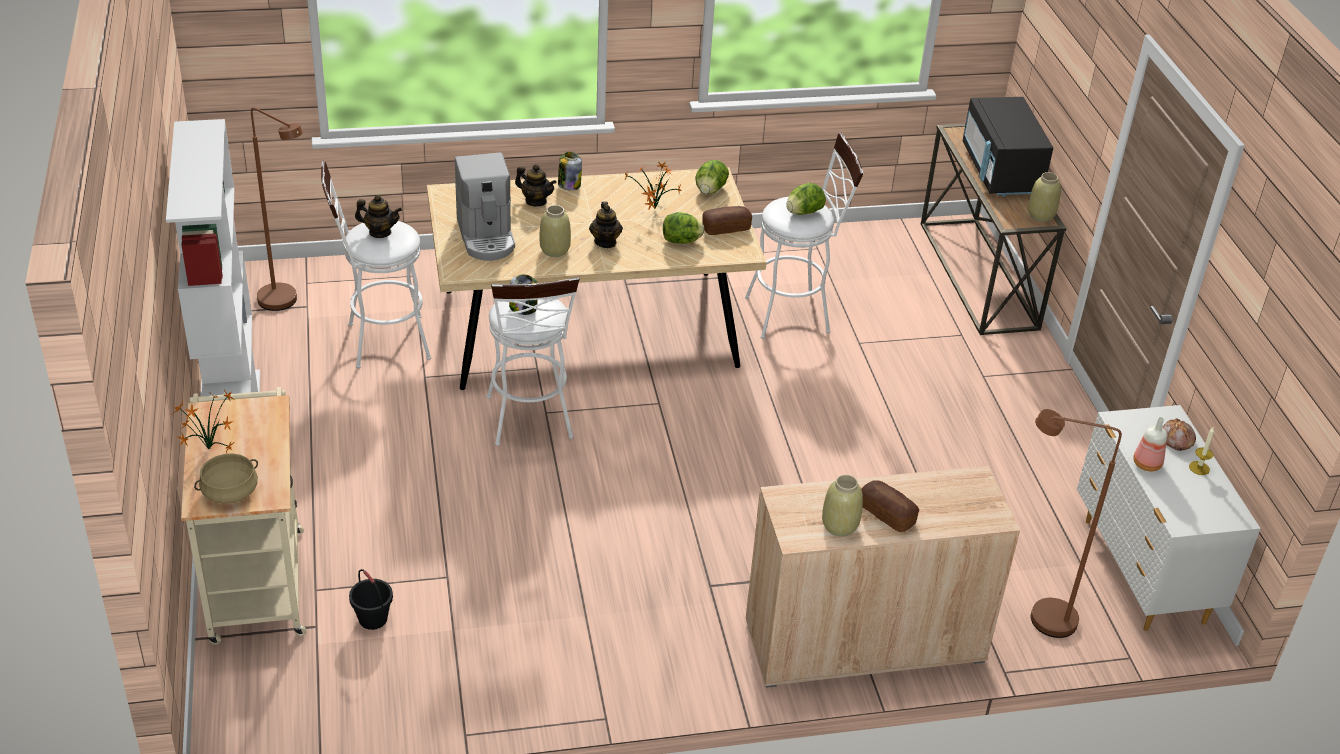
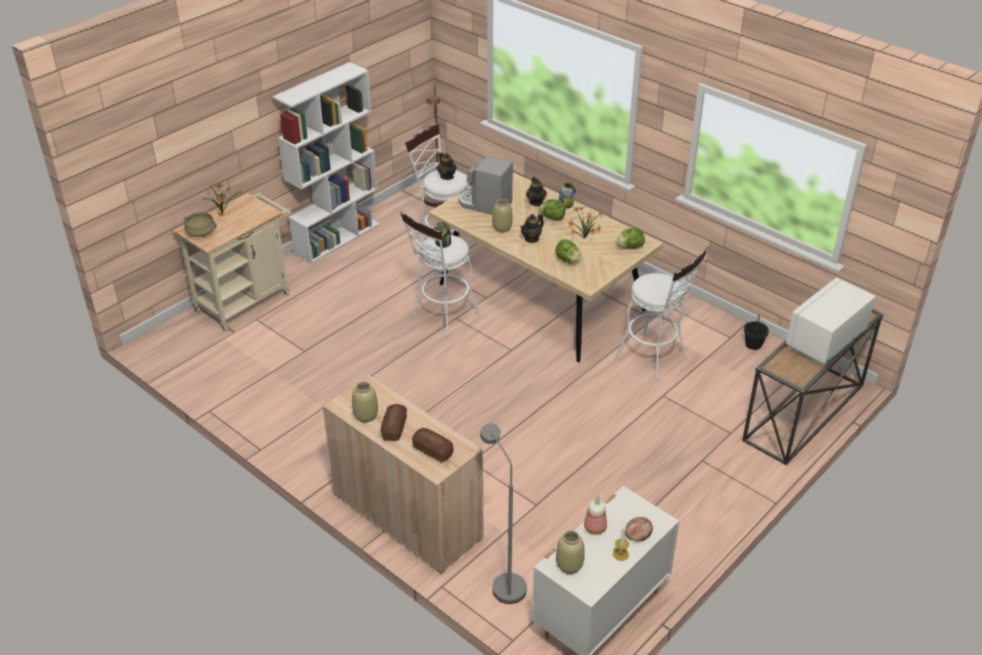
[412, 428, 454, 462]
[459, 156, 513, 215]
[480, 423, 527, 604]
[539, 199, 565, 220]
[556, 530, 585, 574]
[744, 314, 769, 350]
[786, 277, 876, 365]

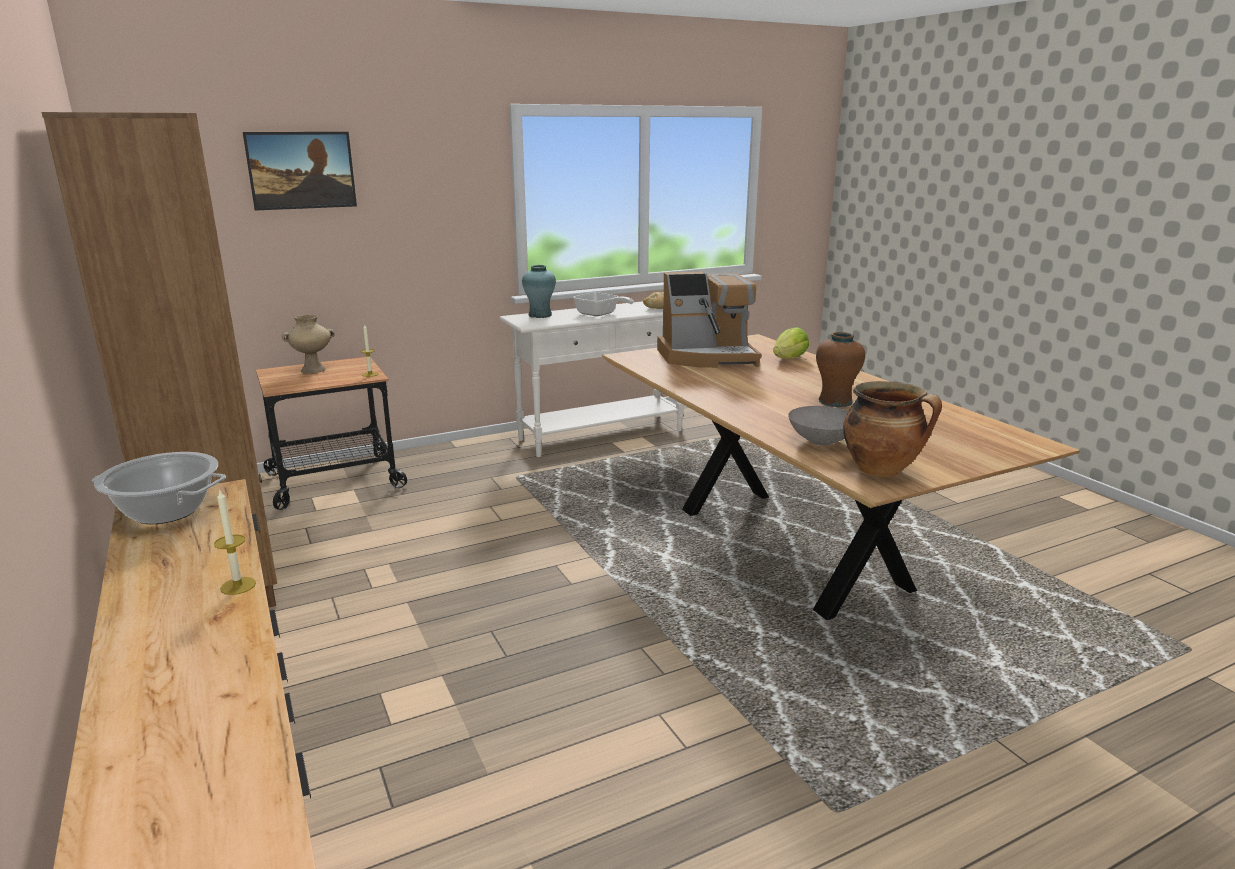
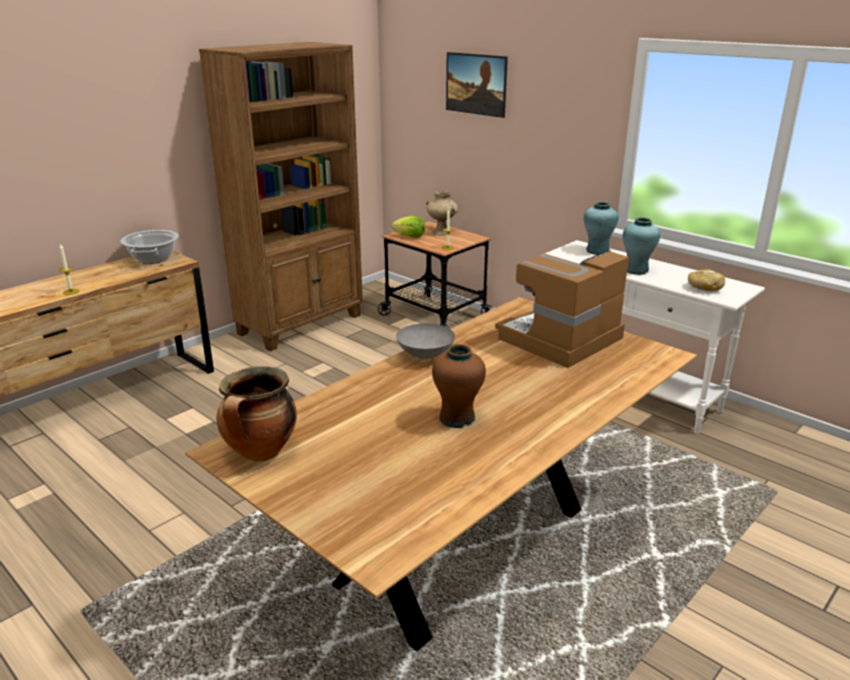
[391, 216, 425, 238]
[396, 323, 455, 360]
[495, 250, 629, 368]
[623, 217, 660, 275]

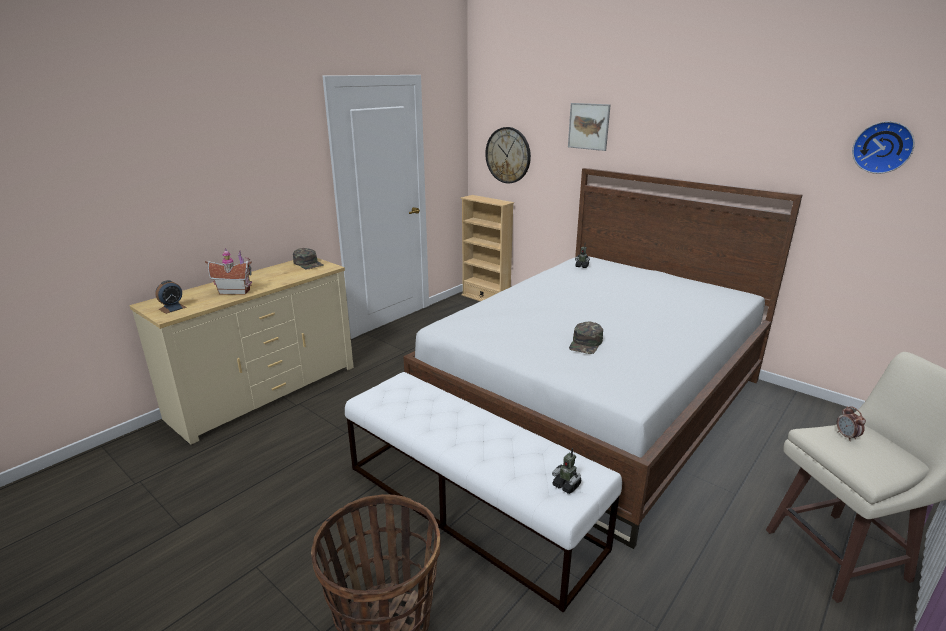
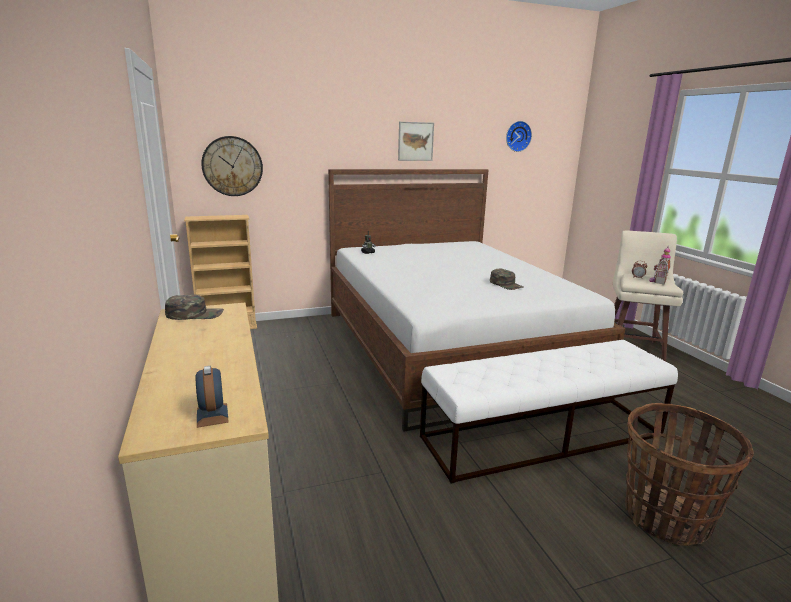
[398, 122, 434, 161]
[649, 246, 671, 285]
[552, 448, 581, 494] (first image)

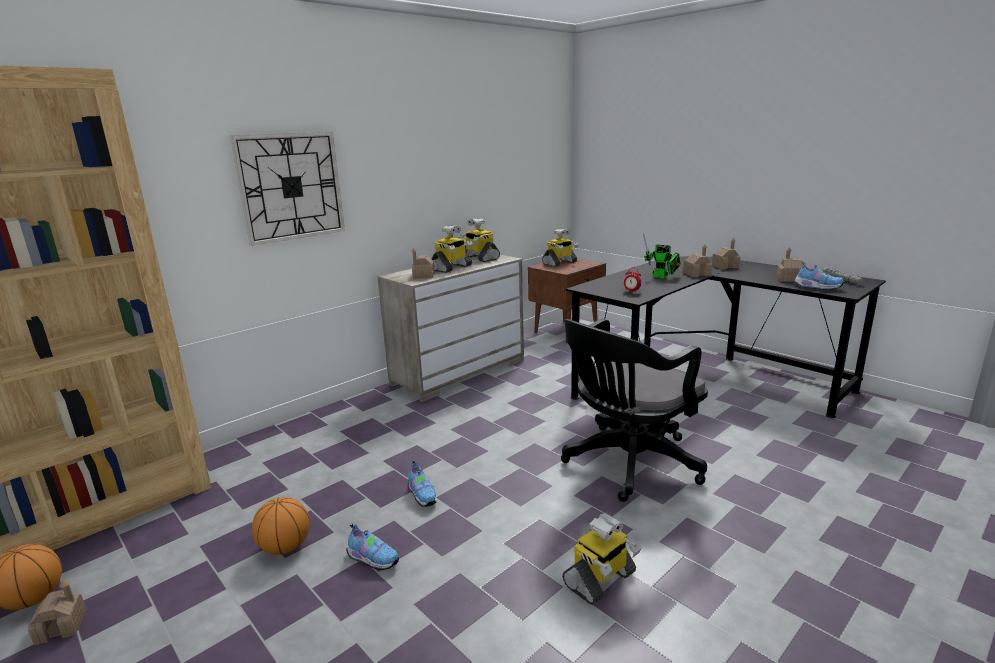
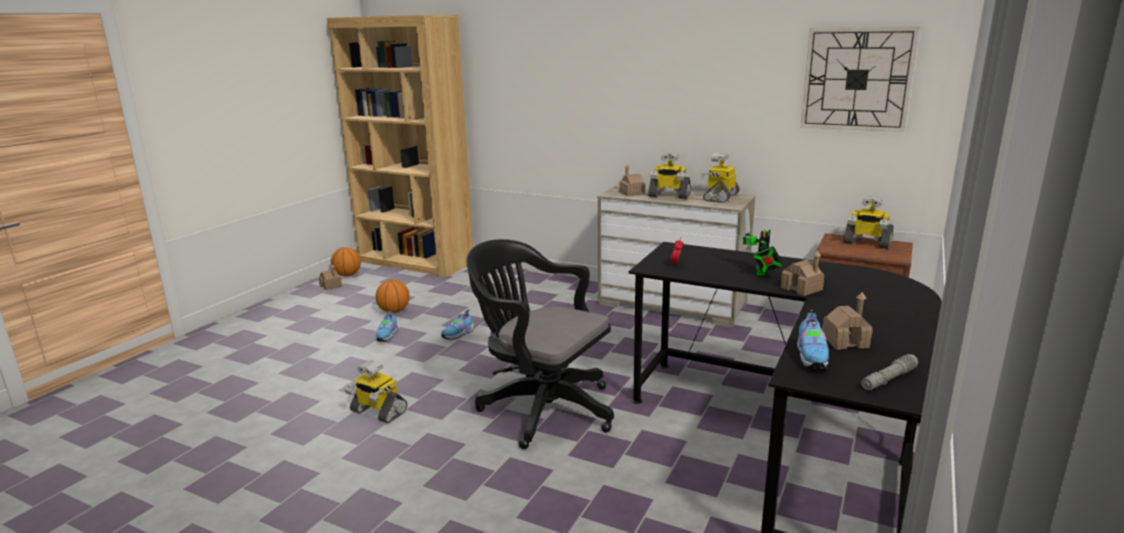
[801, 27, 919, 132]
[712, 238, 741, 269] (first image)

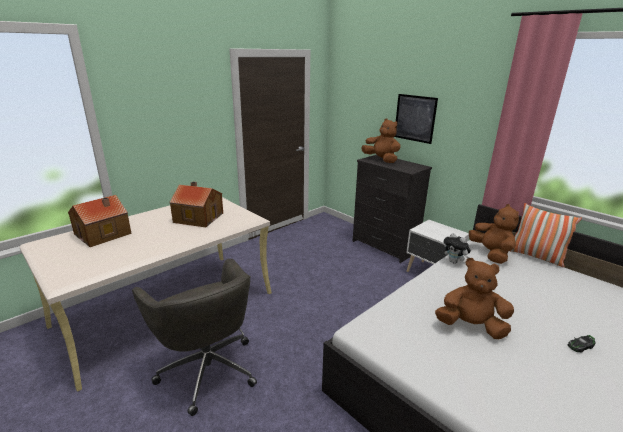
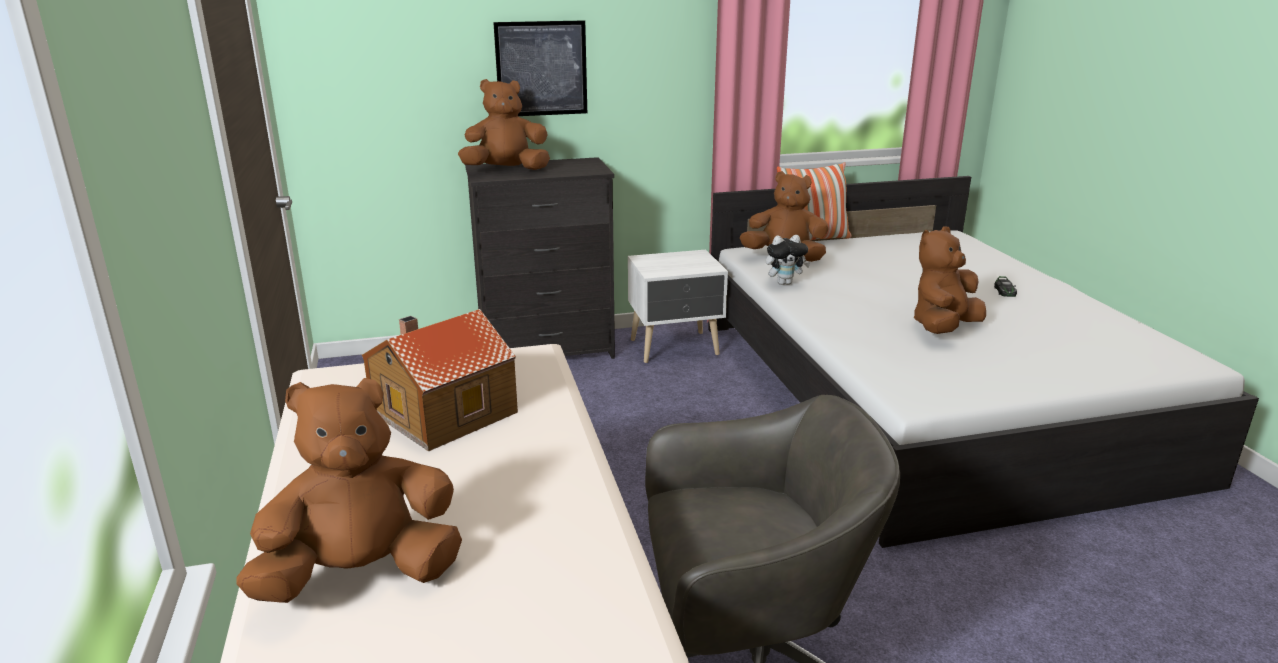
[236, 378, 462, 603]

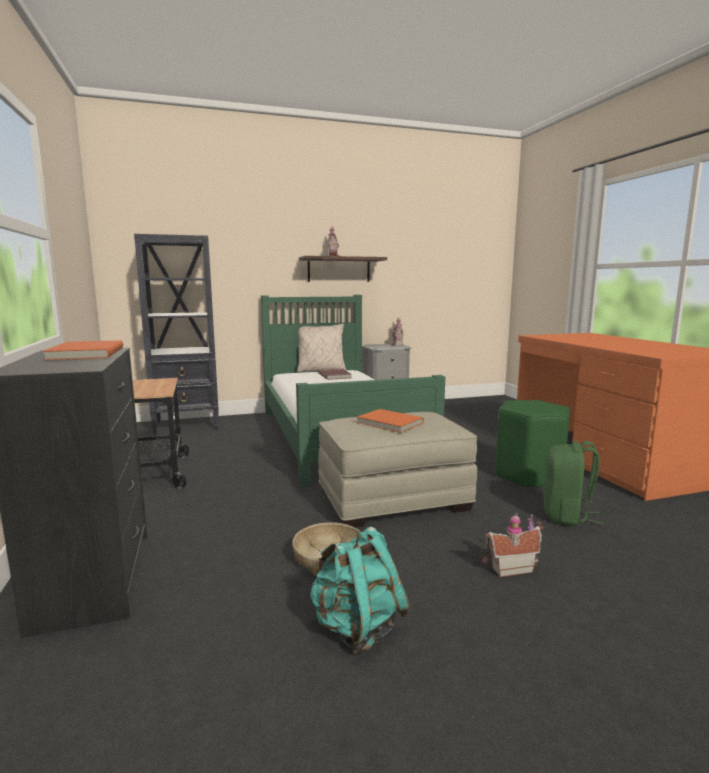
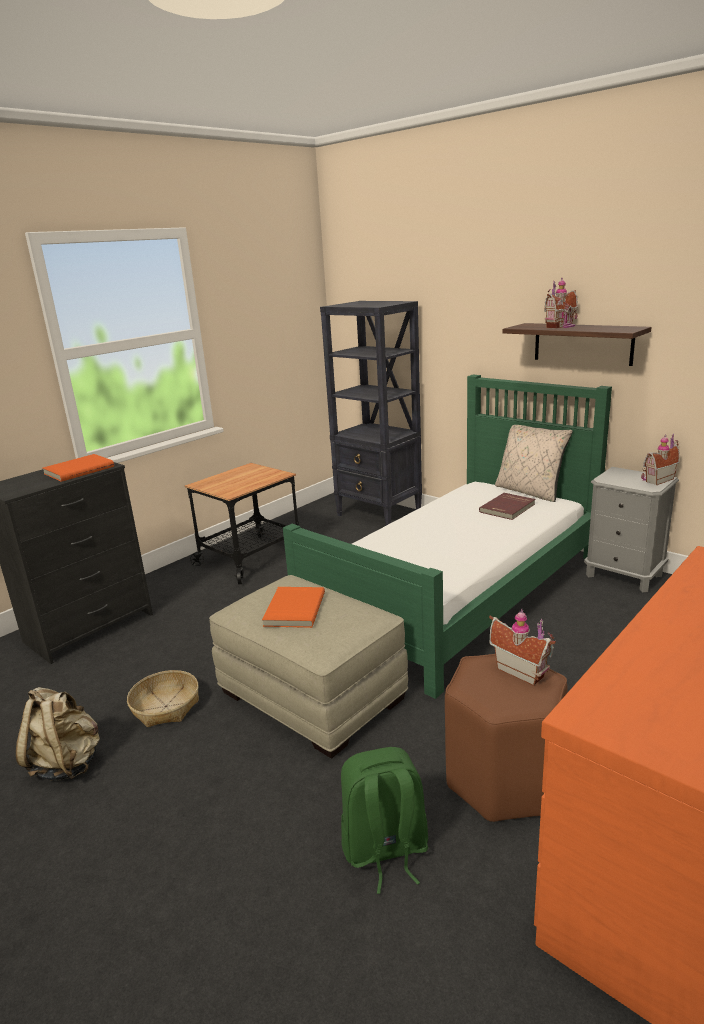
[16, 687, 100, 781]
[445, 654, 567, 822]
[489, 608, 556, 686]

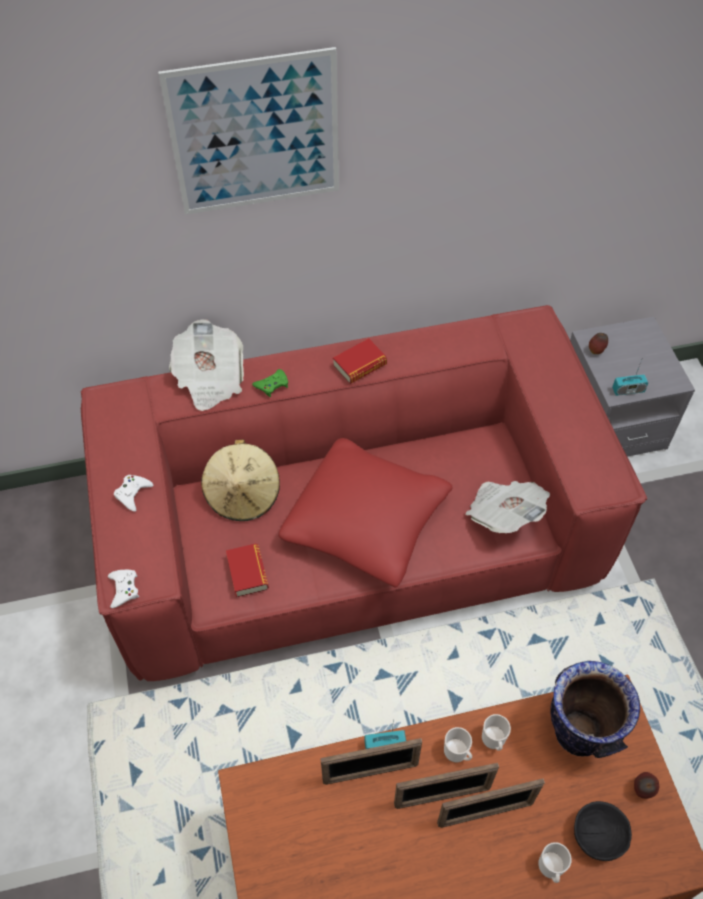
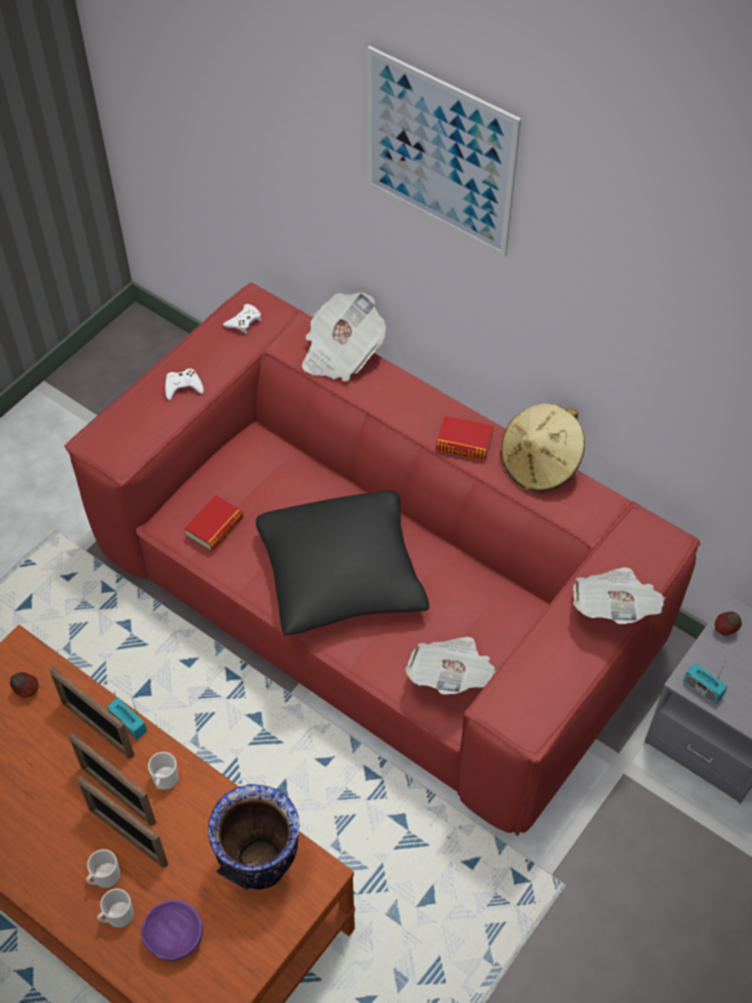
[10, 672, 38, 698]
[86, 849, 120, 888]
[141, 900, 203, 961]
[223, 304, 261, 333]
[256, 490, 429, 635]
[501, 404, 585, 492]
[573, 567, 665, 624]
[252, 369, 288, 397] (first image)

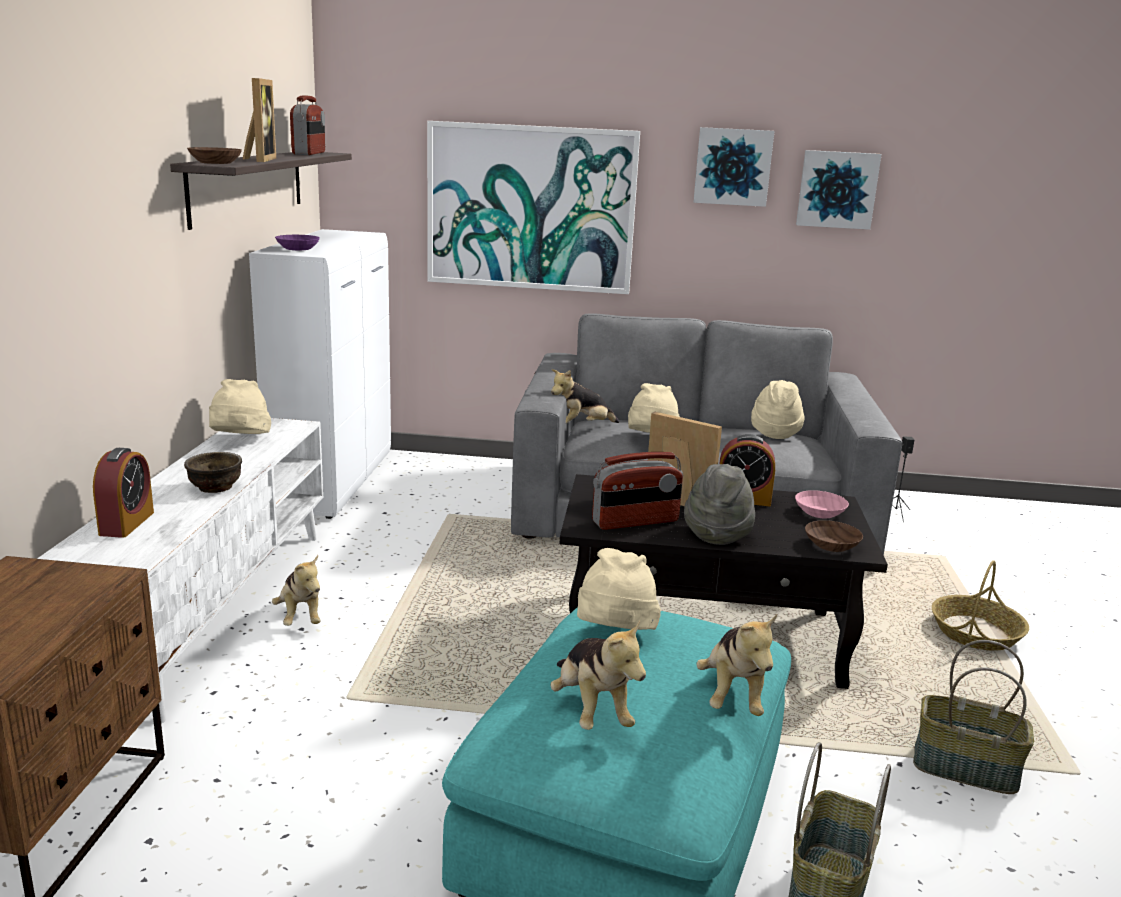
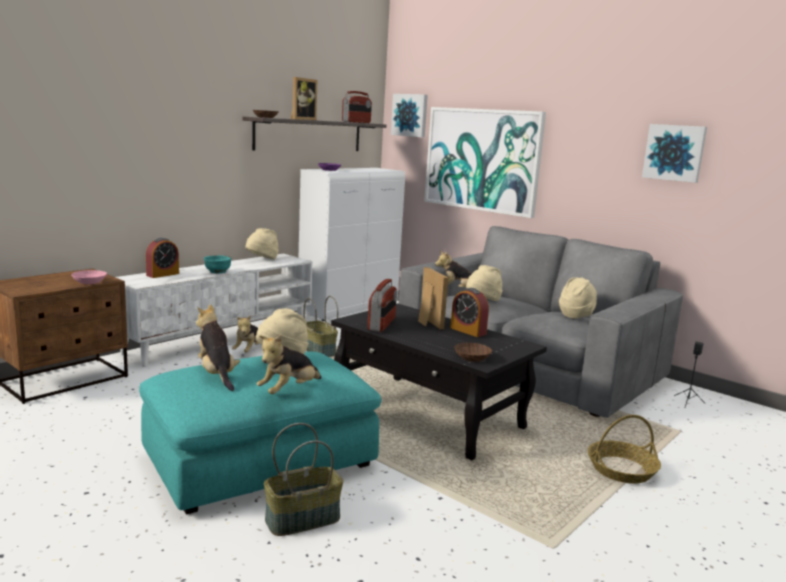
[71, 270, 107, 284]
[196, 304, 240, 391]
[204, 255, 232, 273]
[304, 296, 338, 357]
[368, 279, 397, 332]
[391, 94, 428, 137]
[684, 464, 755, 545] (first image)

